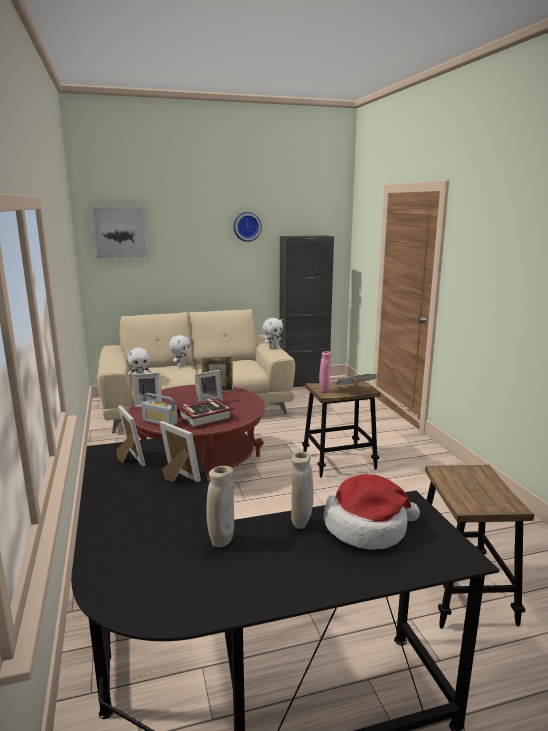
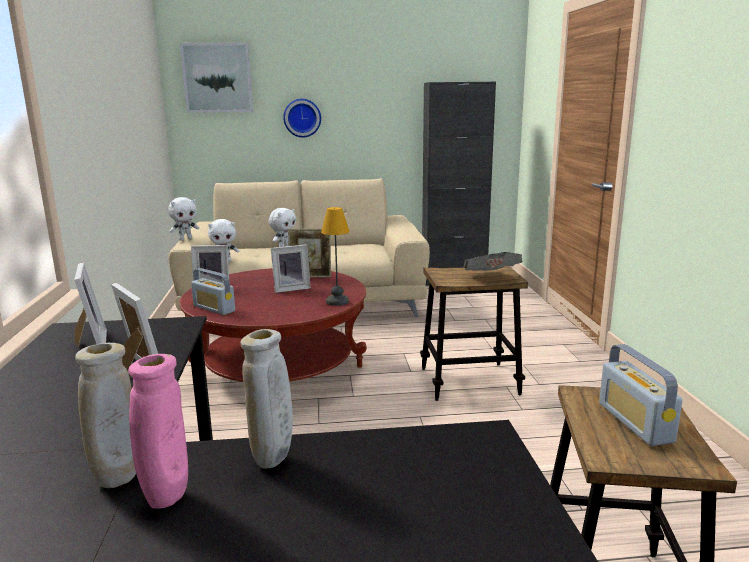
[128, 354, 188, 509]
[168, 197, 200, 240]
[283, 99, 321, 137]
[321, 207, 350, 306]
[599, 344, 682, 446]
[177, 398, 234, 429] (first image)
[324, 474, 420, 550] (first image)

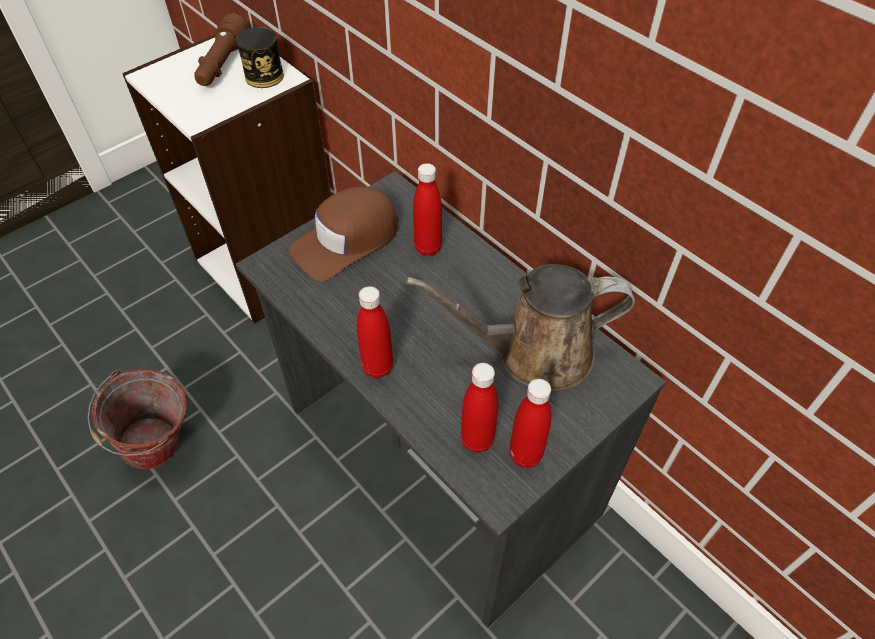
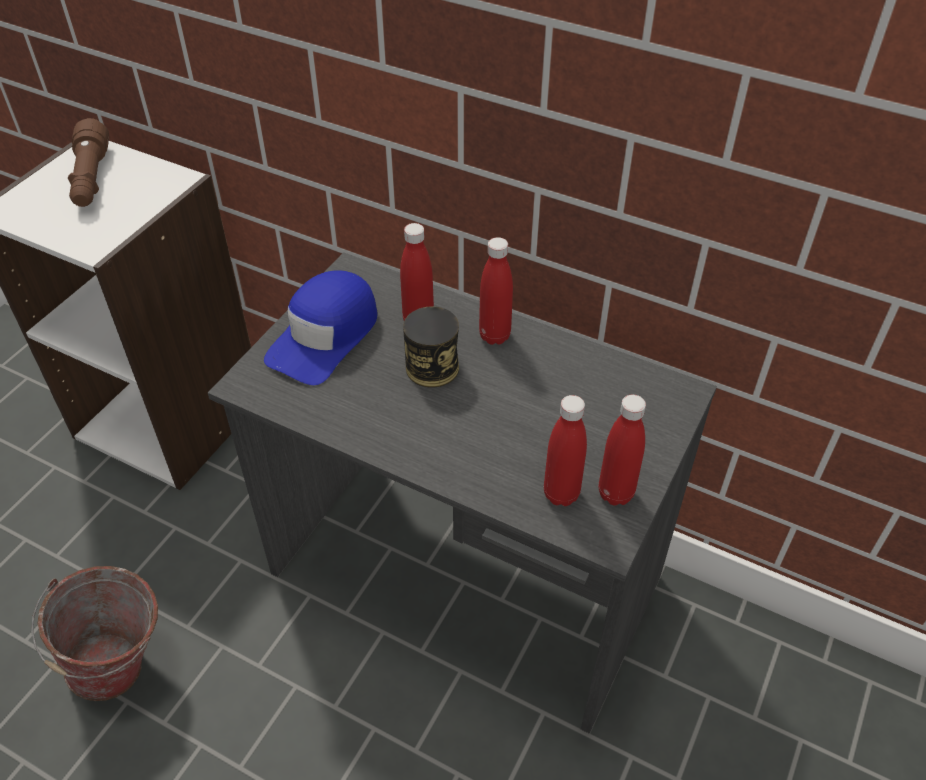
[264, 270, 378, 385]
[403, 307, 459, 388]
[479, 237, 513, 345]
[406, 264, 635, 392] (first image)

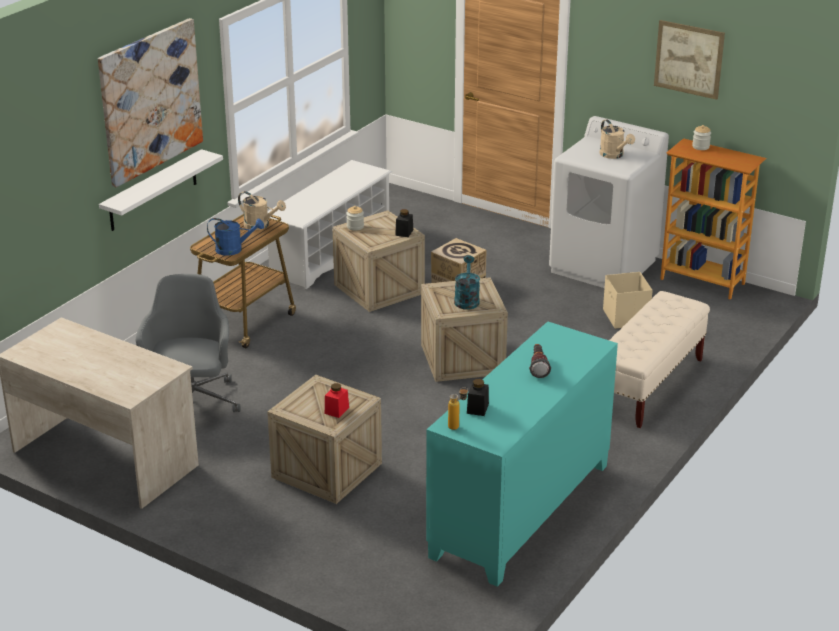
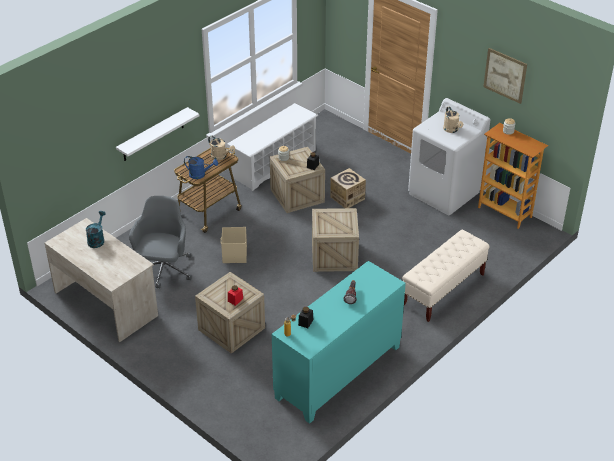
[86, 211, 106, 248]
[220, 227, 247, 263]
[98, 18, 203, 187] (first image)

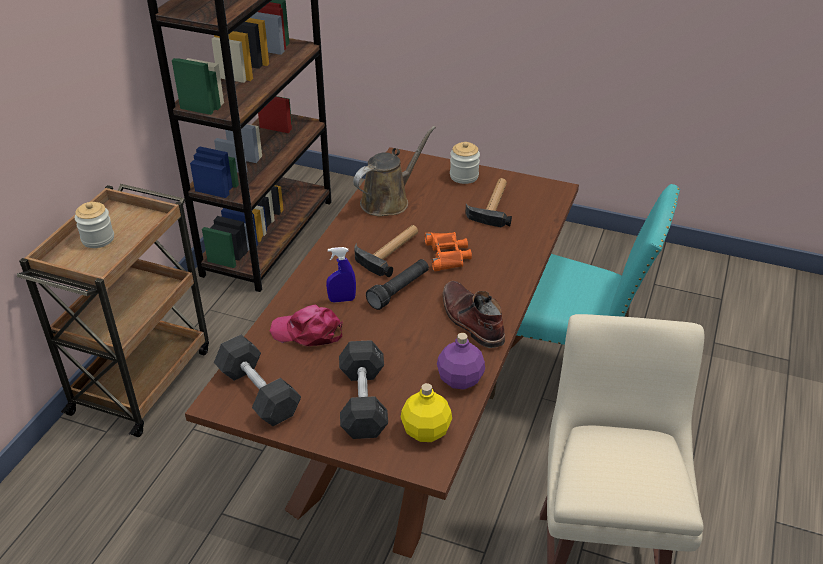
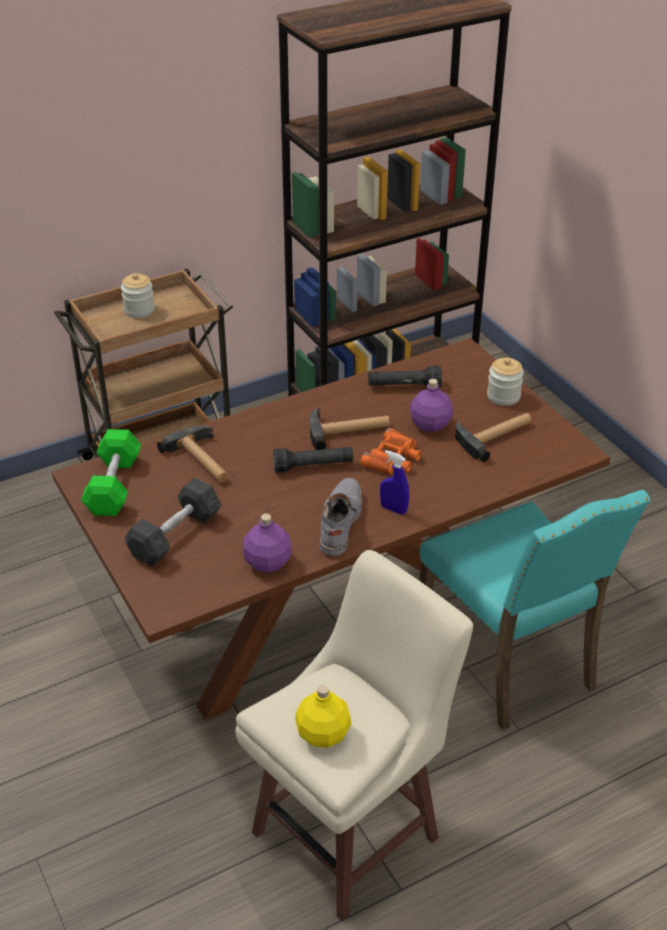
[81, 429, 141, 516]
[157, 425, 228, 482]
[295, 685, 351, 748]
[319, 478, 362, 556]
[368, 366, 442, 388]
[380, 450, 409, 515]
[410, 379, 453, 432]

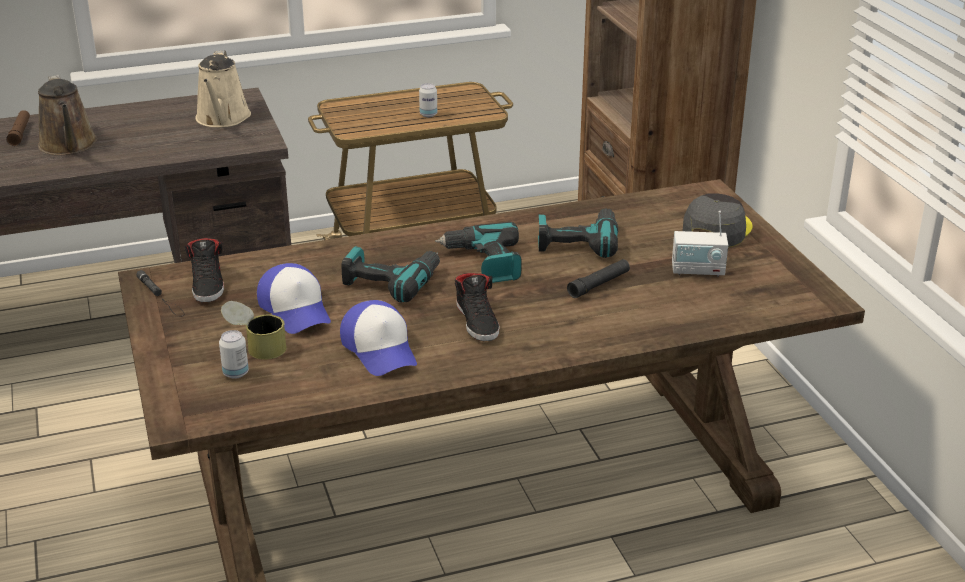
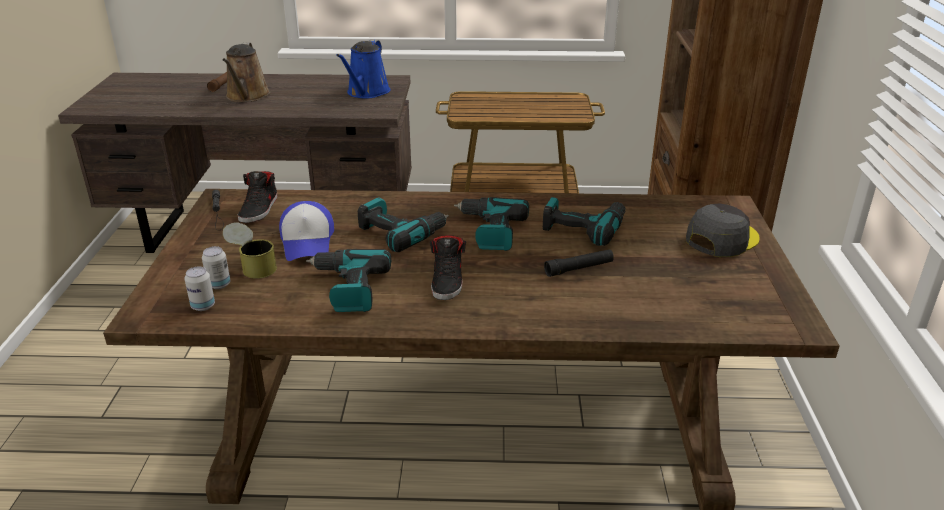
[184, 267, 215, 311]
[306, 249, 391, 312]
[336, 40, 390, 99]
[672, 211, 728, 277] (first image)

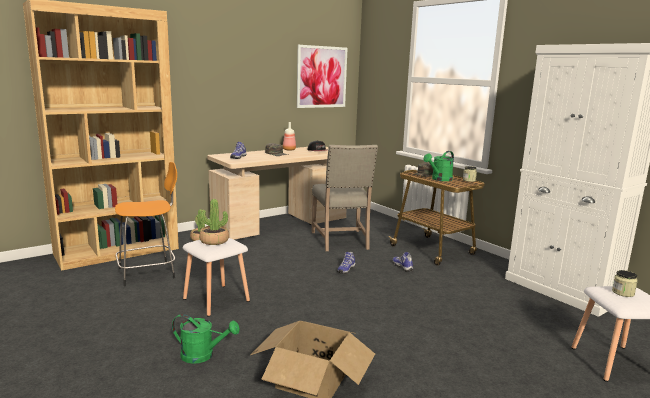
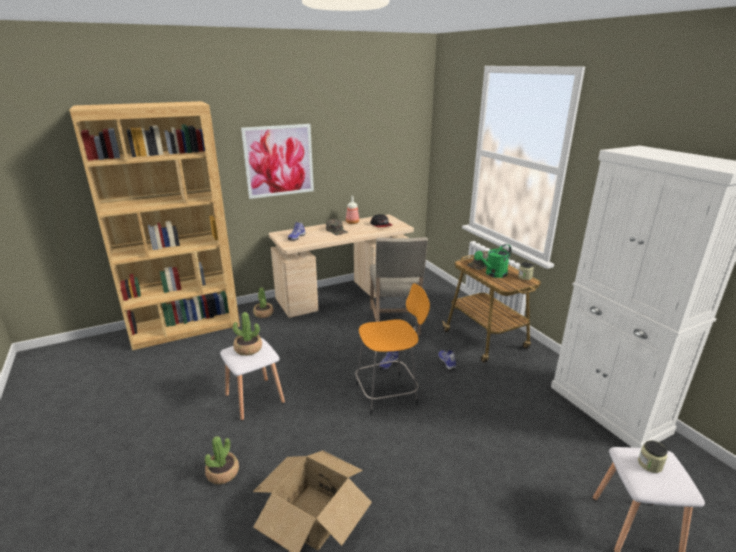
[205, 436, 239, 484]
[241, 124, 314, 199]
[355, 283, 430, 416]

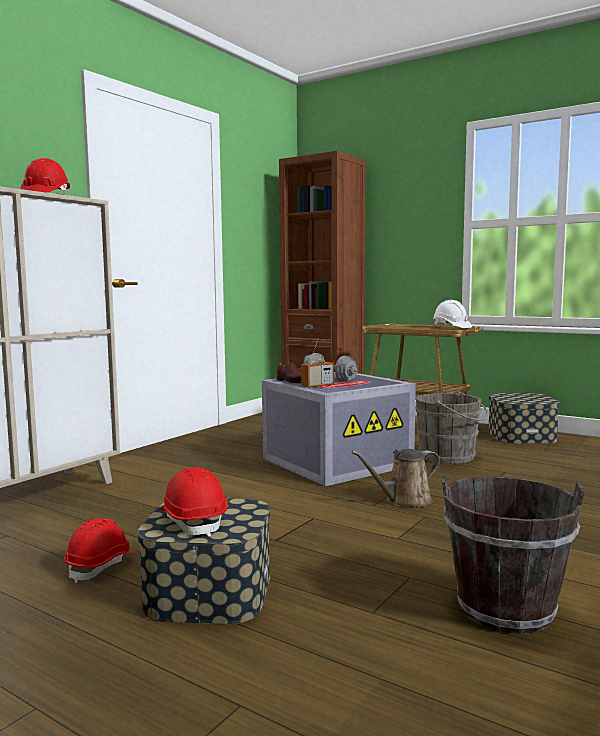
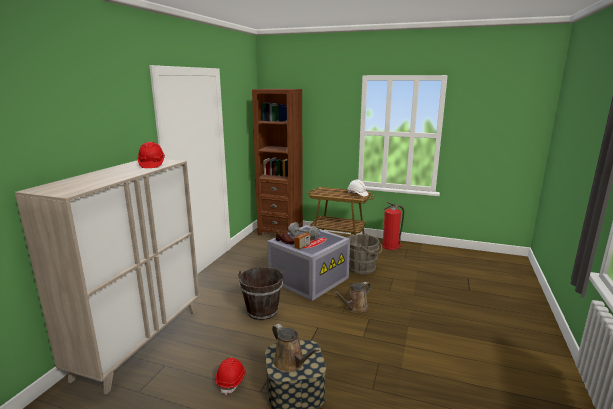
[238, 267, 284, 320]
[272, 324, 319, 372]
[382, 202, 404, 250]

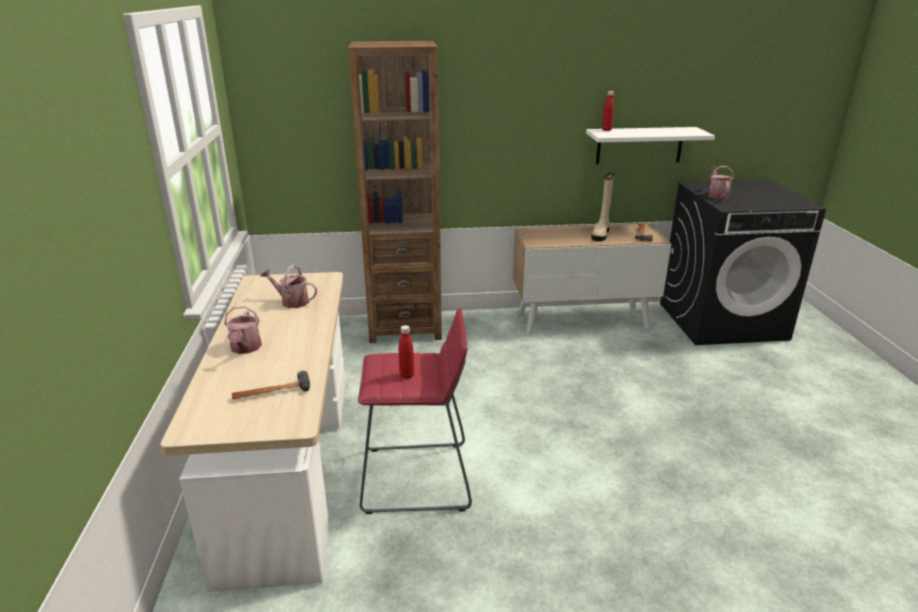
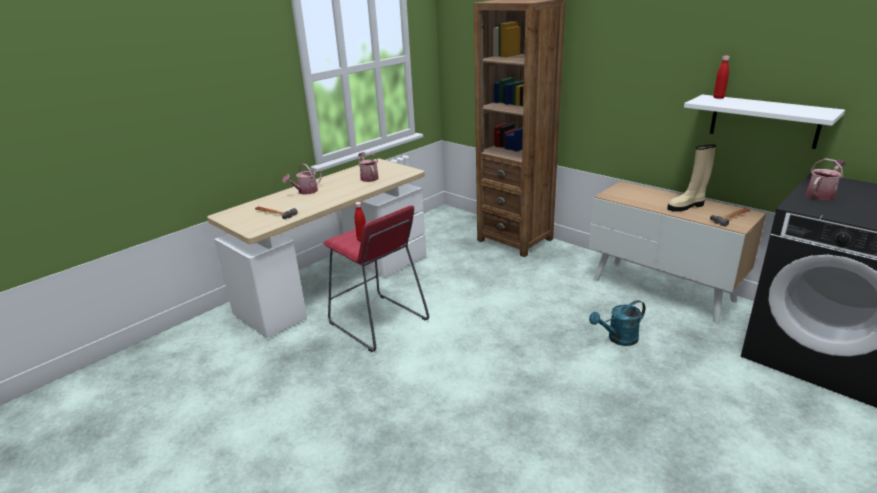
[589, 300, 646, 346]

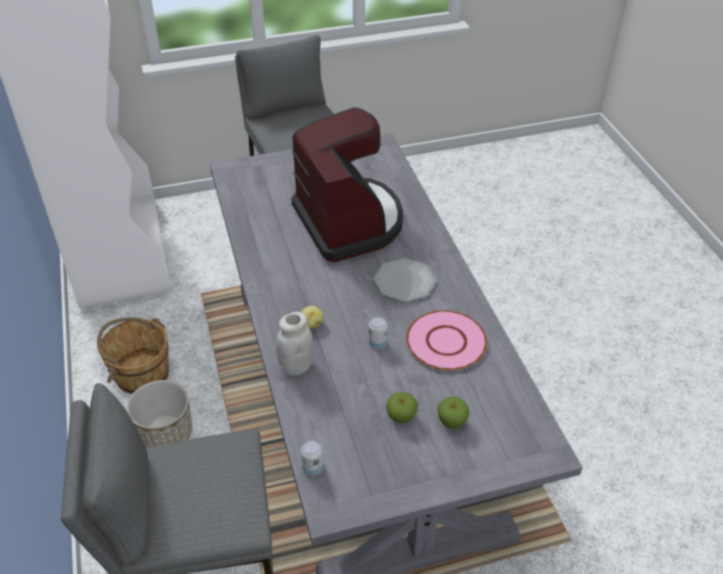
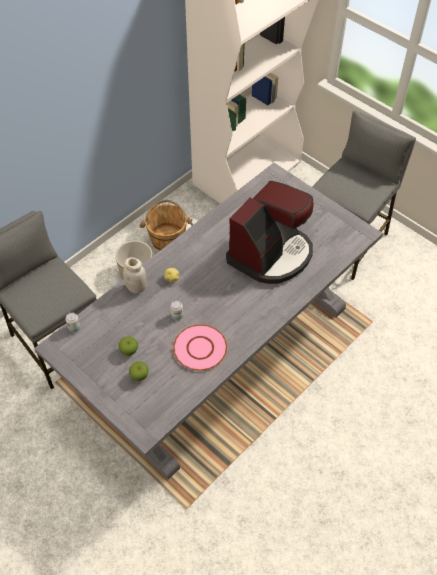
[374, 258, 437, 302] (first image)

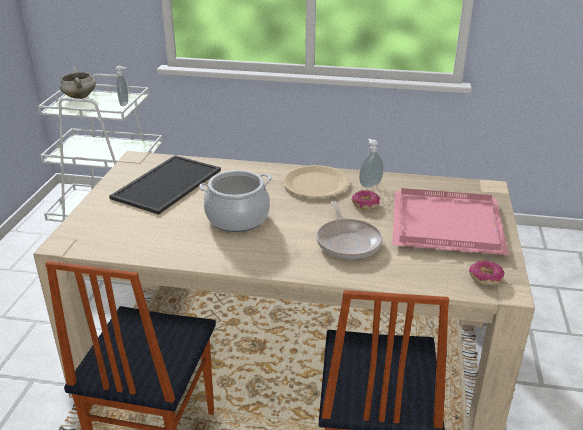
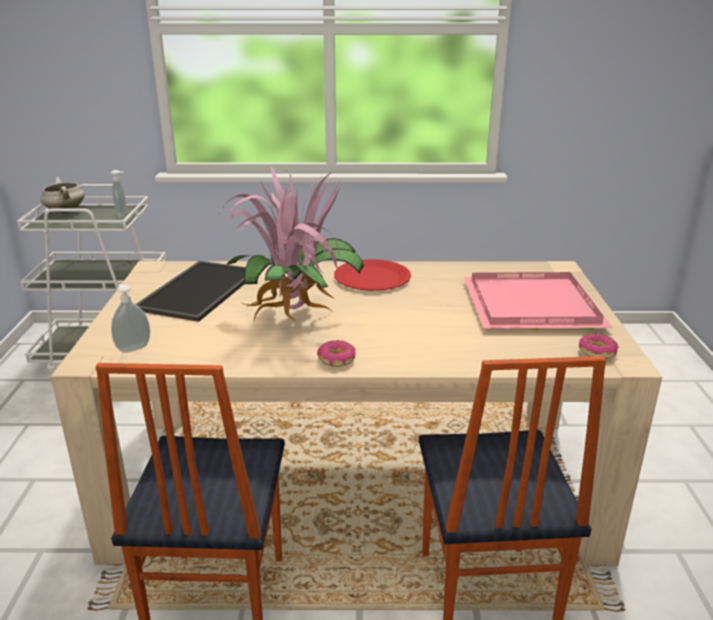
[111, 284, 150, 353]
[221, 167, 364, 324]
[317, 340, 356, 367]
[334, 259, 411, 291]
[316, 201, 383, 259] (first image)

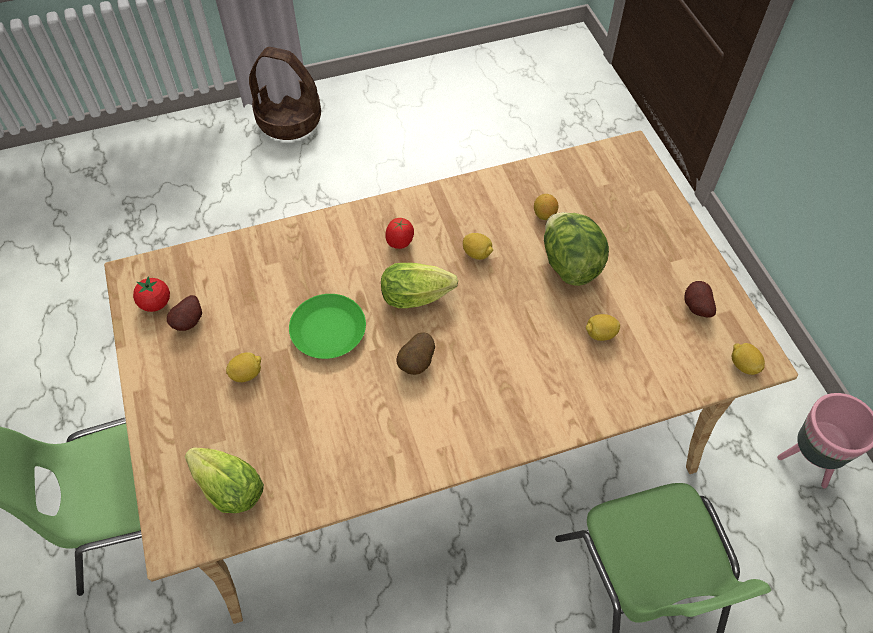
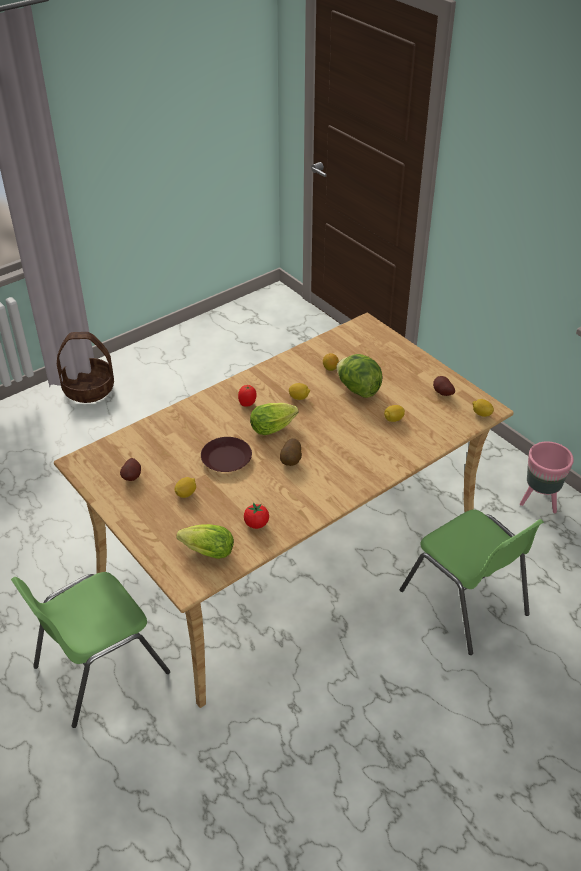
[201, 437, 252, 472]
[244, 503, 269, 529]

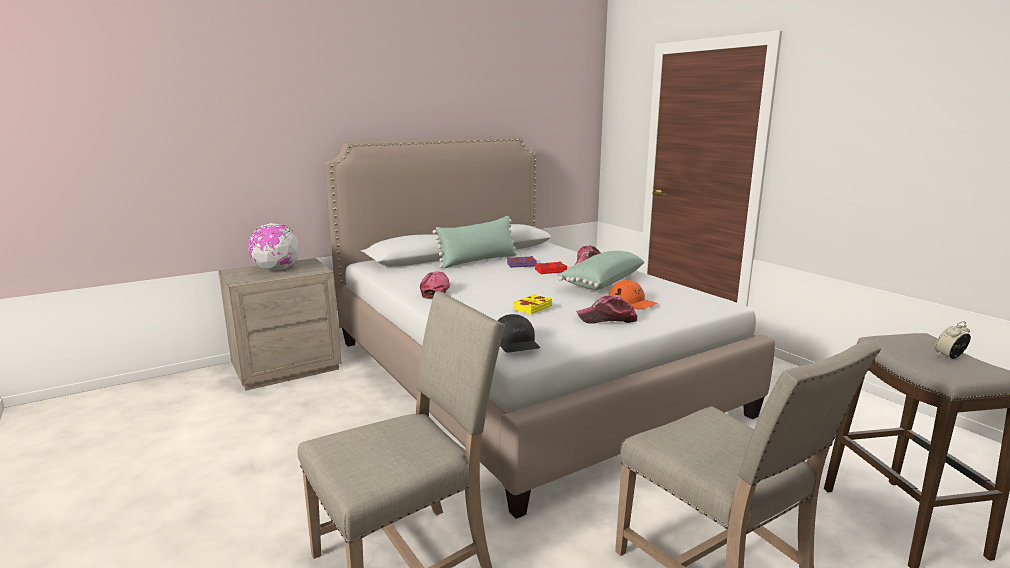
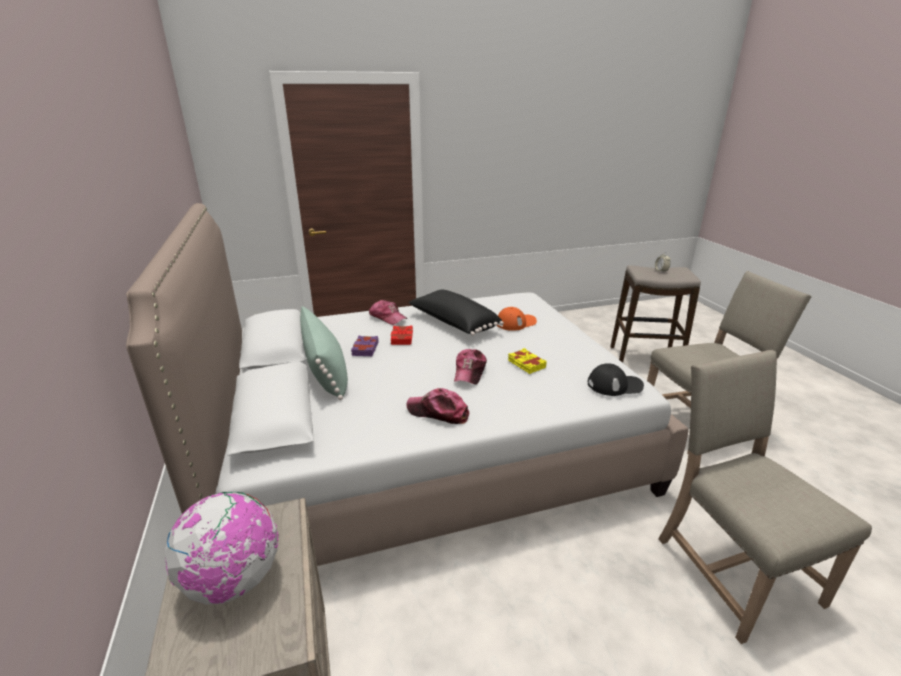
[409, 290, 504, 336]
[454, 349, 487, 384]

